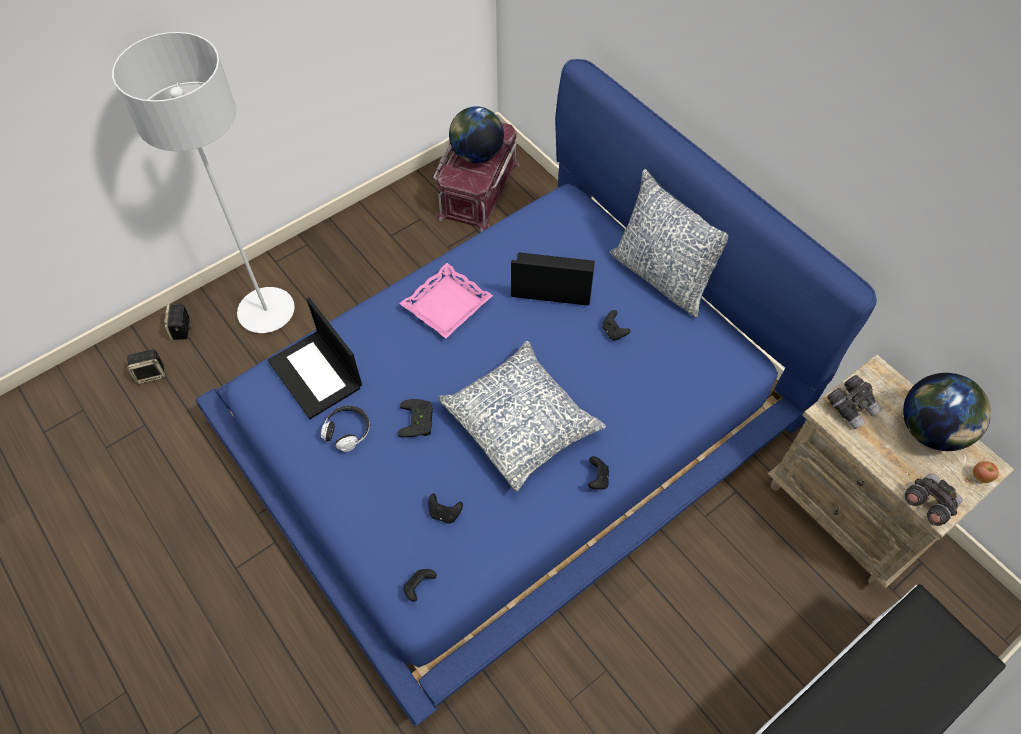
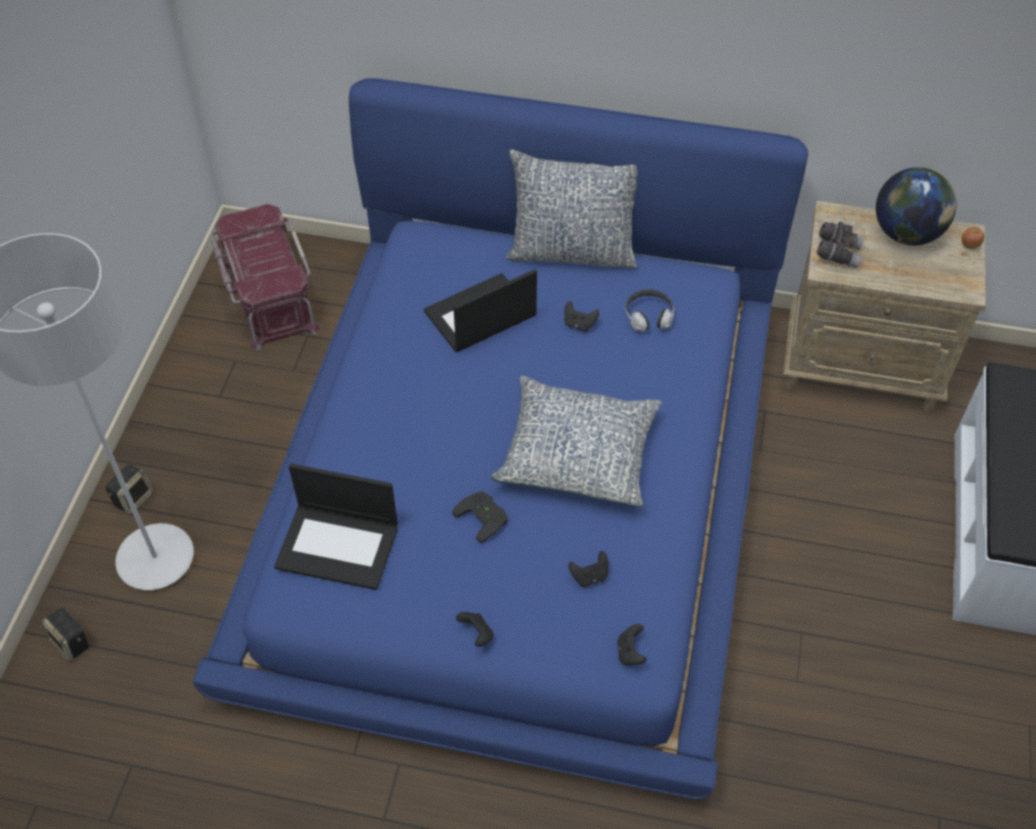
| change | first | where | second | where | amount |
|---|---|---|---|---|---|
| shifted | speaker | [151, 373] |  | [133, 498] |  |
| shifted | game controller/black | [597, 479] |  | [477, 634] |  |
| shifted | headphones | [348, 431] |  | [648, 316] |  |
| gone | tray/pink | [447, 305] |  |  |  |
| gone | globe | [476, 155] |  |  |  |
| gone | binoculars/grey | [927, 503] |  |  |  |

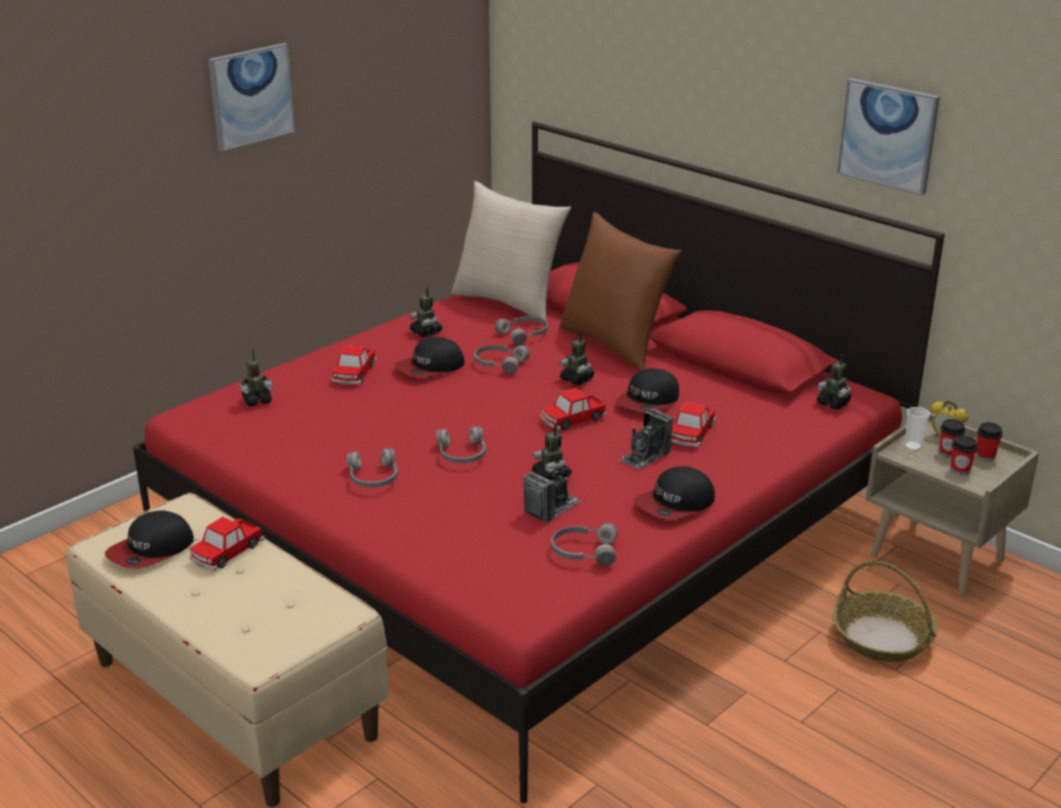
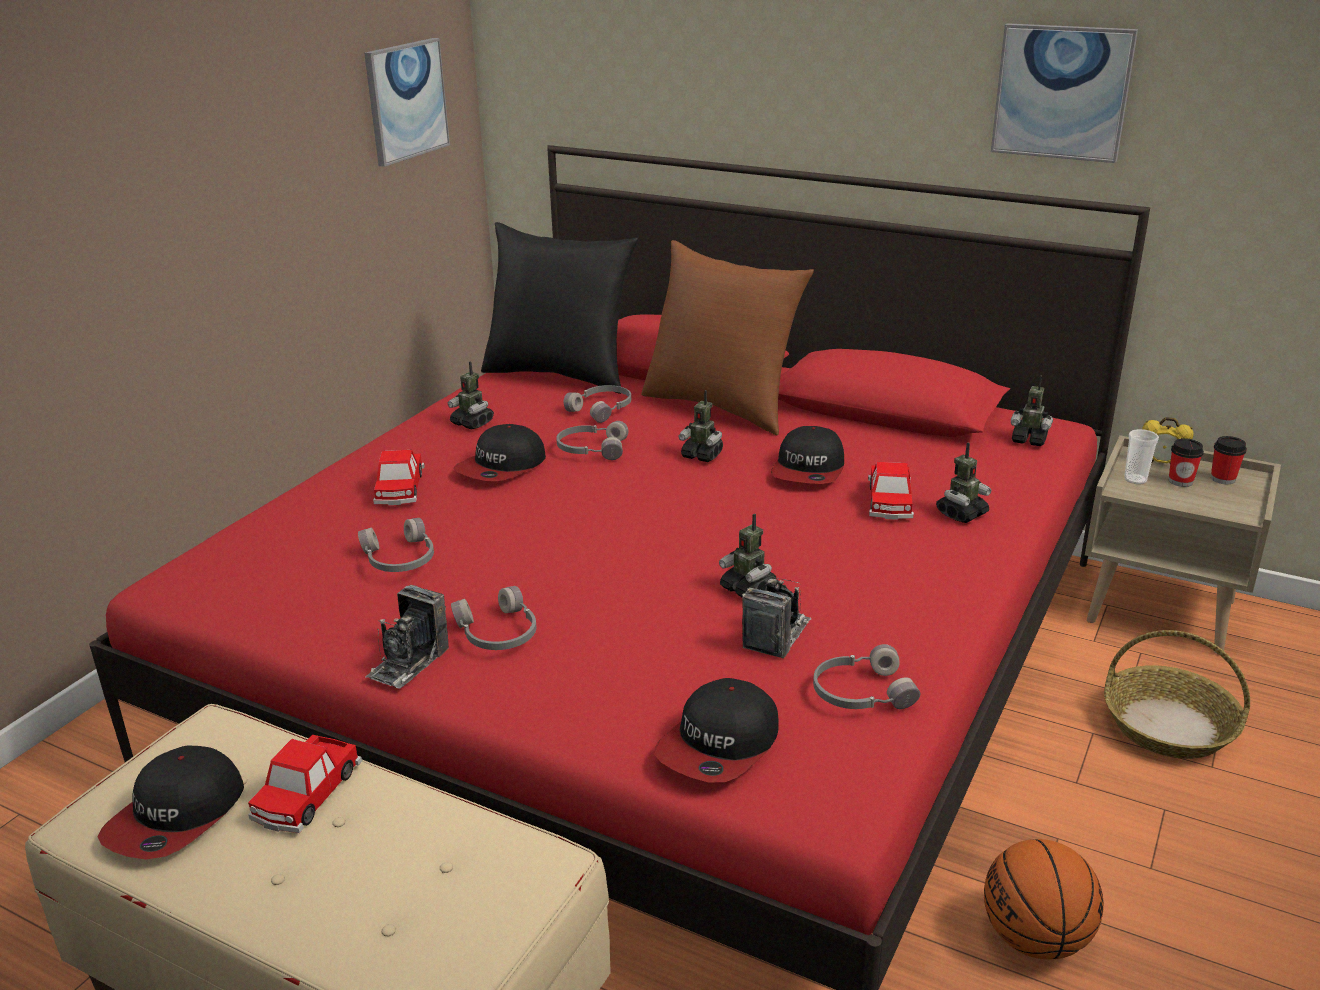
| change | first | where | second | where | amount |
|---|---|---|---|---|---|
| shifted | headphones/grey | [461, 454] |  | [399, 559] |  |
| shifted | picture | [251, 96] |  | [406, 101] |  |
| shifted | photo camera | [645, 456] |  | [409, 662] |  |
| repainted | pillow/beige | [509, 302] | pillow/black | [560, 374] |  |
| shifted | cap | [675, 504] |  | [719, 745] |  |
| shifted | toy robot | [257, 400] |  | [961, 514] |  |
| new |  |  | basketball | [1034, 938] |  |
| gone | toy car | [573, 419] |  |  |  |
| gone | cup | [960, 470] |  |  |  |

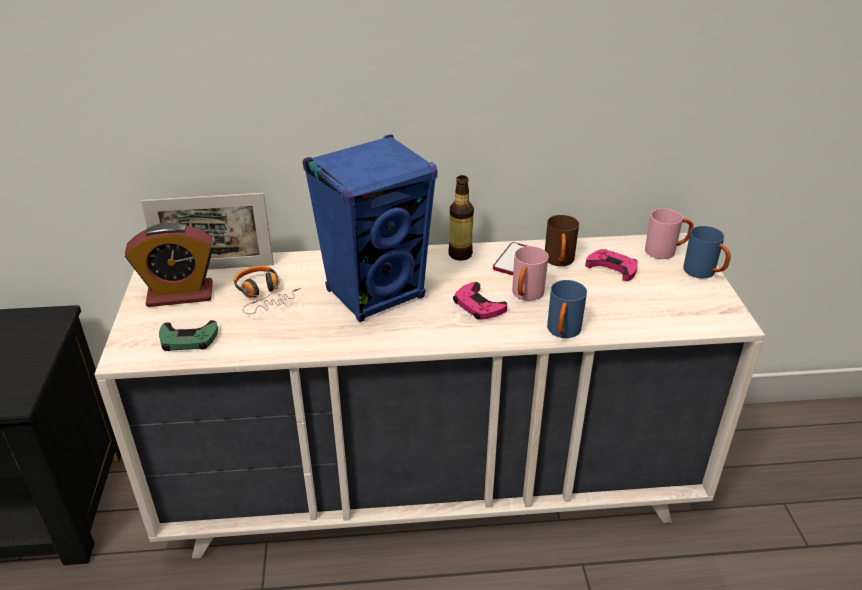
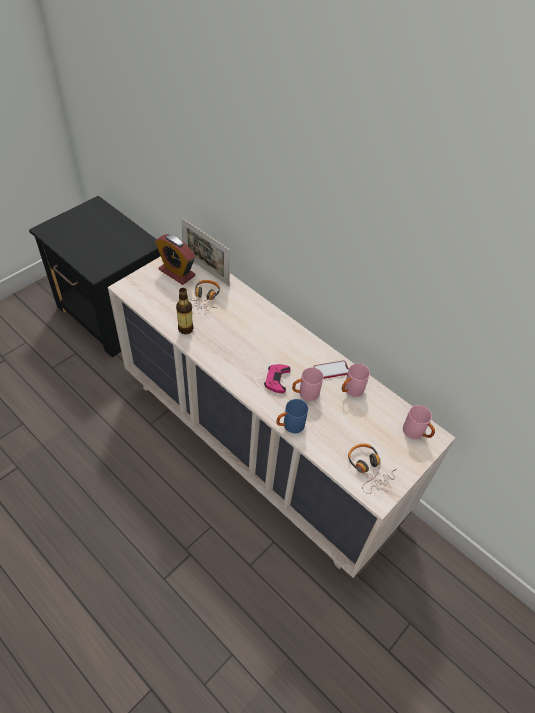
| change | first | where | second | where | amount |
|---|---|---|---|---|---|
| shifted | bottle | [460, 254] |  | [185, 329] |  |
| repainted | mug/brown | [559, 262] | mug/pink | [350, 391] |  |
| new |  |  | headphones | [368, 469] |  |
| gone | game controller/green | [188, 340] |  |  |  |
| gone | speaker/blue | [375, 294] |  |  |  |
| gone | game controller/pink | [612, 268] |  |  |  |
| gone | mug/blue | [704, 273] |  |  |  |

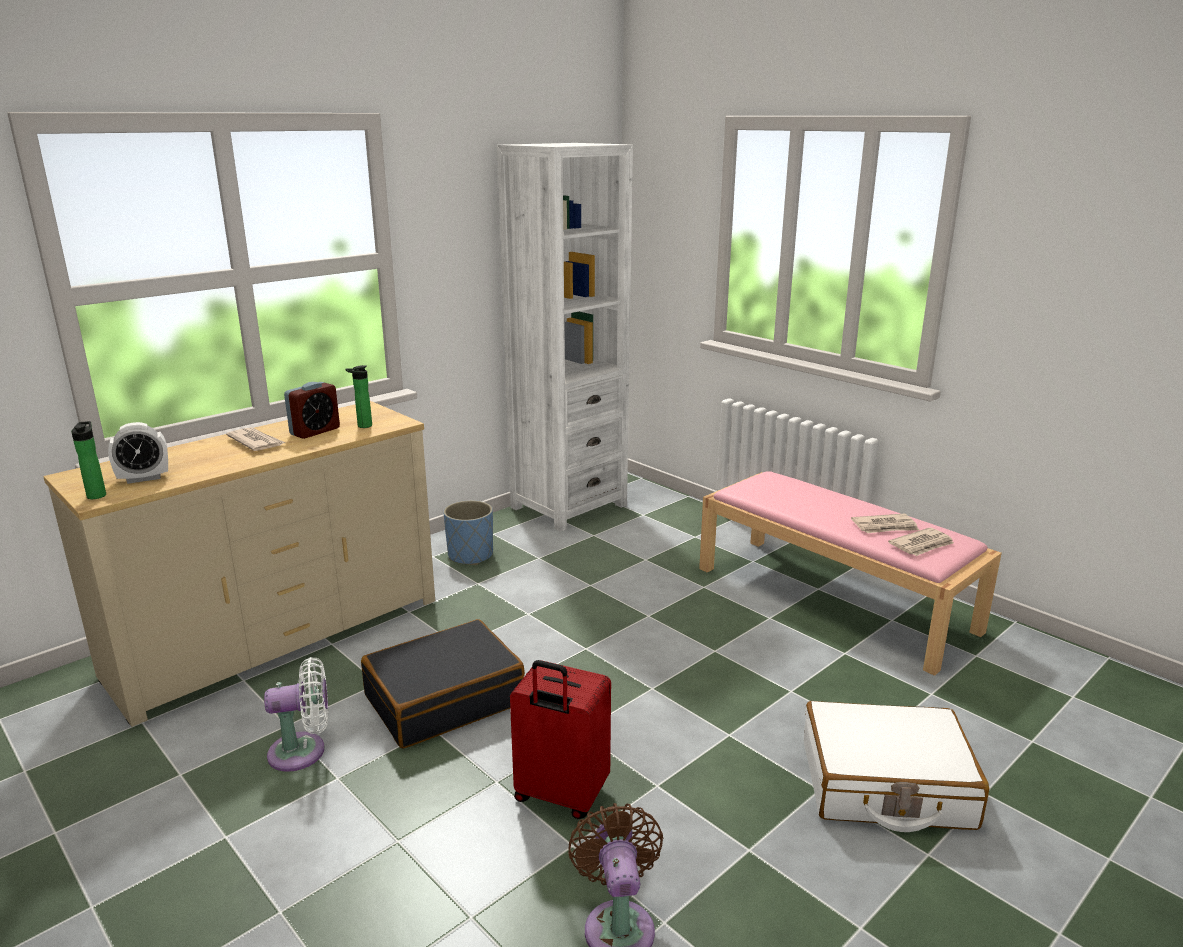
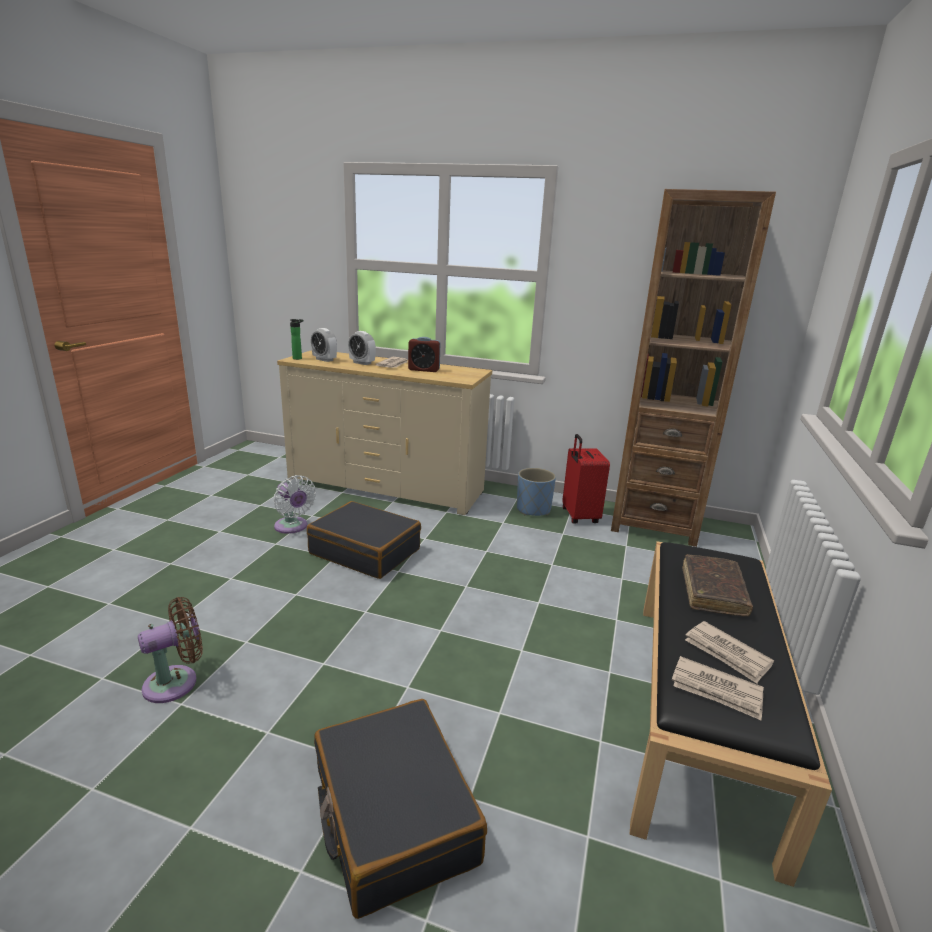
| change | first | where | second | where | amount |
|---|---|---|---|---|---|
| repainted | suitcase/white | [885, 785] | suitcase/black | [393, 815] |  |
| new |  |  | alarm clock | [362, 363] |  |
| shifted | suitcase/red | [560, 796] |  | [579, 516] |  |
| repainted | bookcase/white | [568, 506] | bookcase/brown | [653, 523] |  |
| repainted | bench/pink | [835, 599] | bench/black | [700, 713] |  |
| new |  |  | book/brown | [713, 592] |  |
| gone | bottle | [362, 426] |  |  |  |

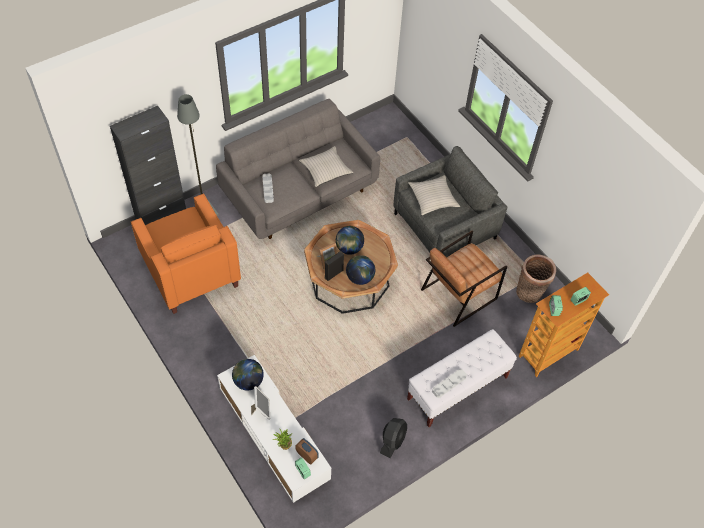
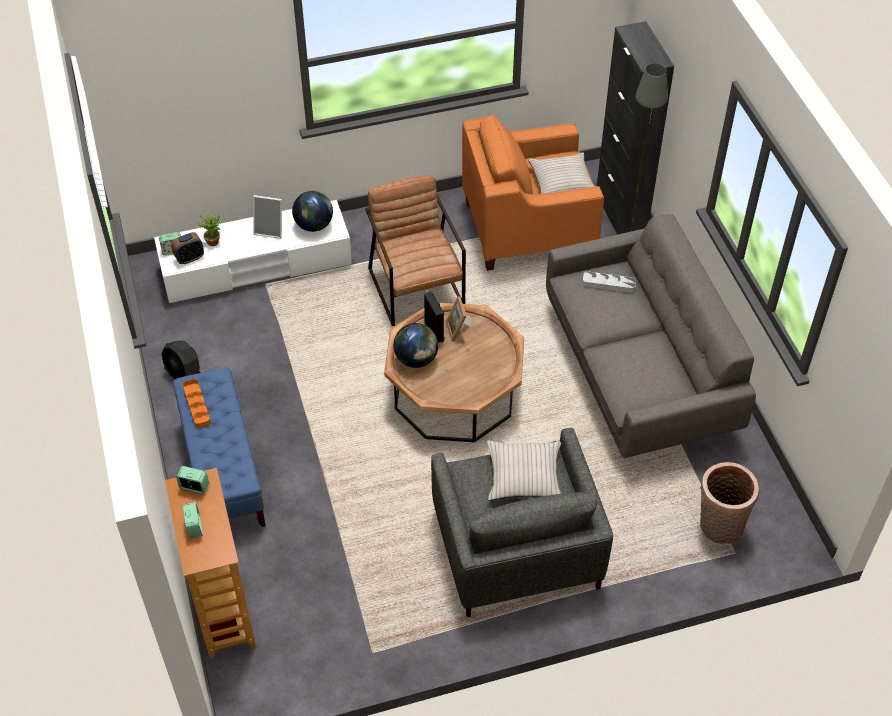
| change | first | where | second | where | amount |
|---|---|---|---|---|---|
| repainted | bench/white | [457, 388] | bench/blue | [223, 472] |  |
| repainted | tray/grey | [449, 384] | tray/orange | [197, 405] |  |
| shifted | armchair/brown | [458, 294] |  | [416, 287] |  |
| shifted | pillow/beige | [325, 170] |  | [562, 183] |  |
| shifted | basket | [530, 293] |  | [718, 527] |  |
| gone | globe | [349, 248] |  |  |  |

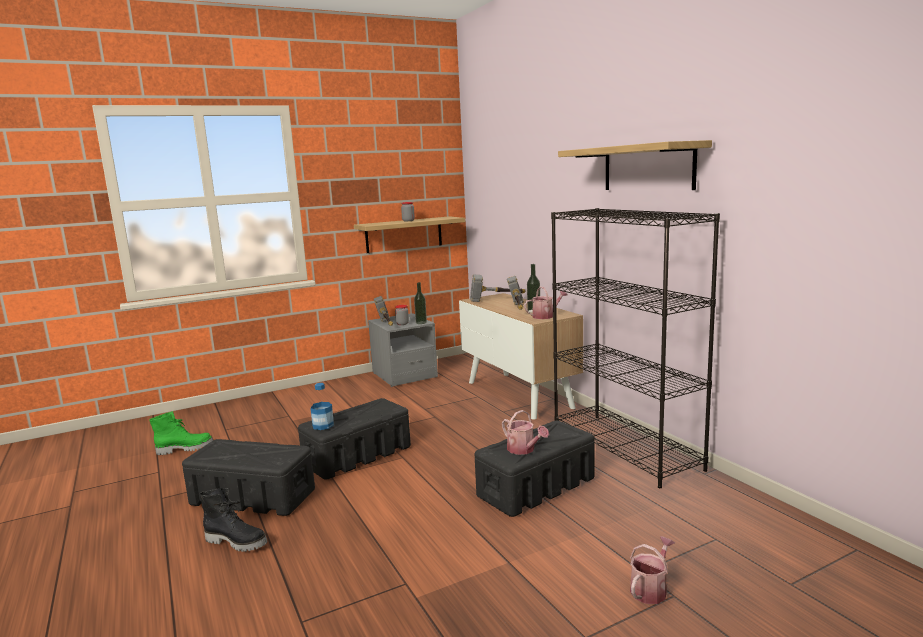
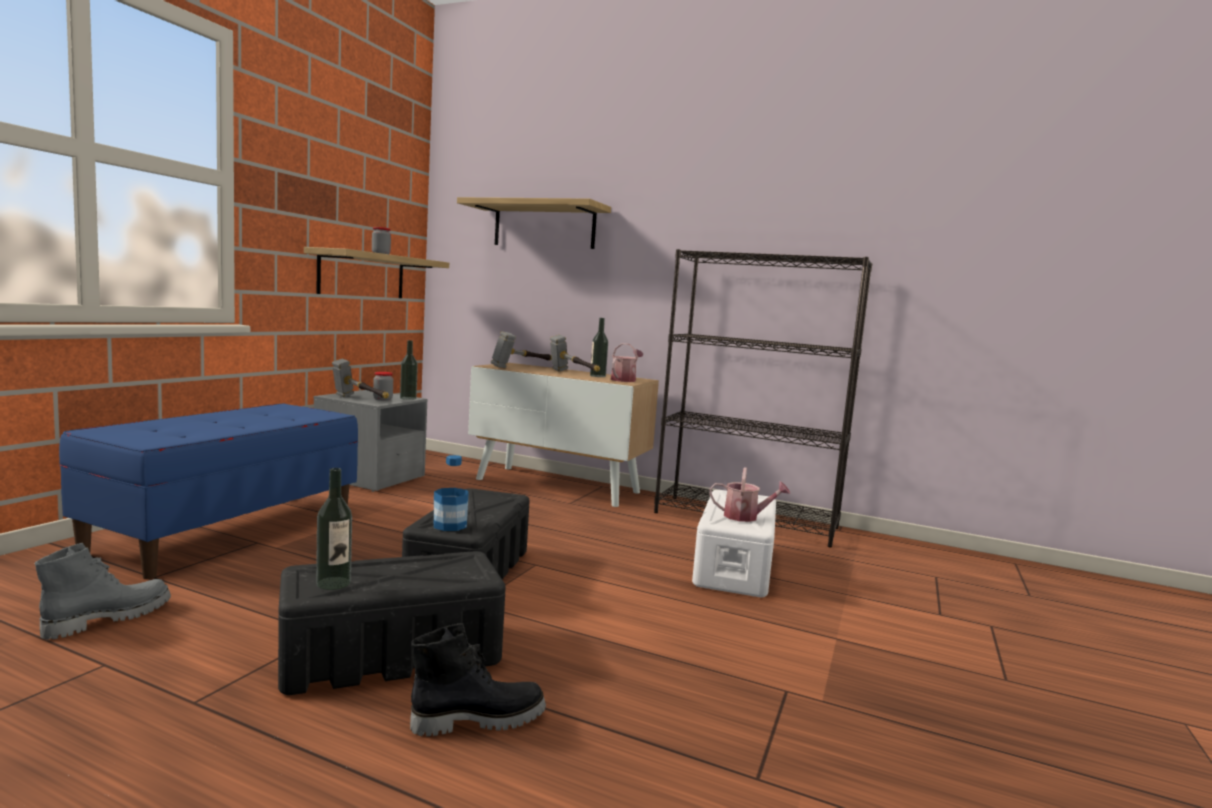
| change | first | where | second | where | amount |
|---|---|---|---|---|---|
| repainted | boot/green | [185, 448] | boot/grey | [108, 618] |  |
| new |  |  | bench/blue | [227, 531] |  |
| new |  |  | bottle | [333, 583] |  |
| shifted | shelf | [647, 167] |  | [544, 226] |  |
| repainted | storage box/black | [535, 487] | storage box/white | [734, 566] |  |
| gone | watering can | [650, 589] |  |  |  |

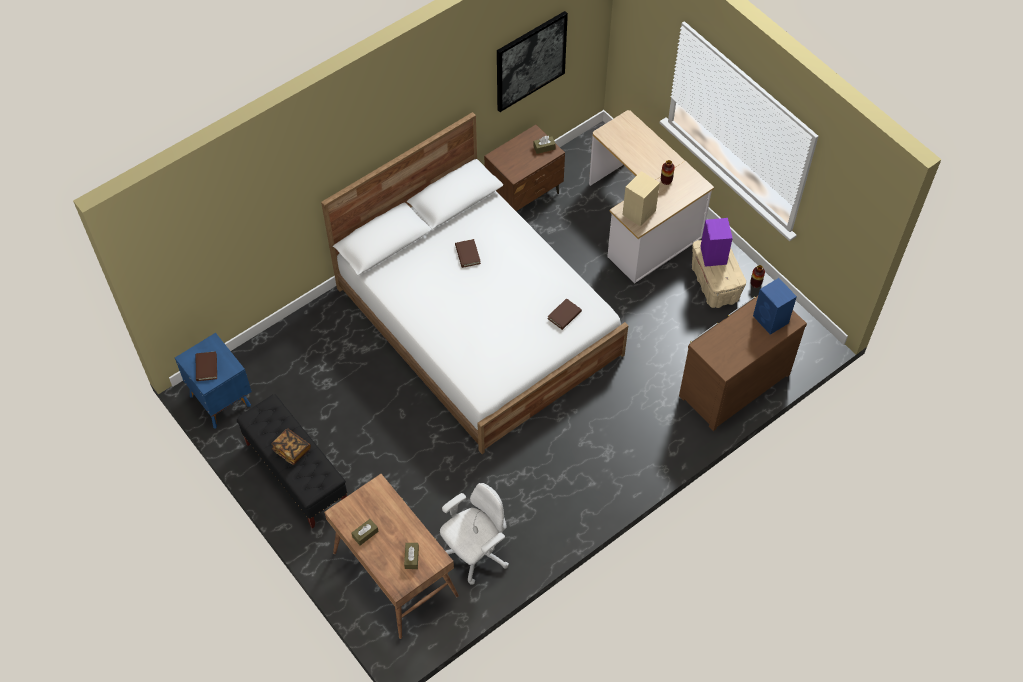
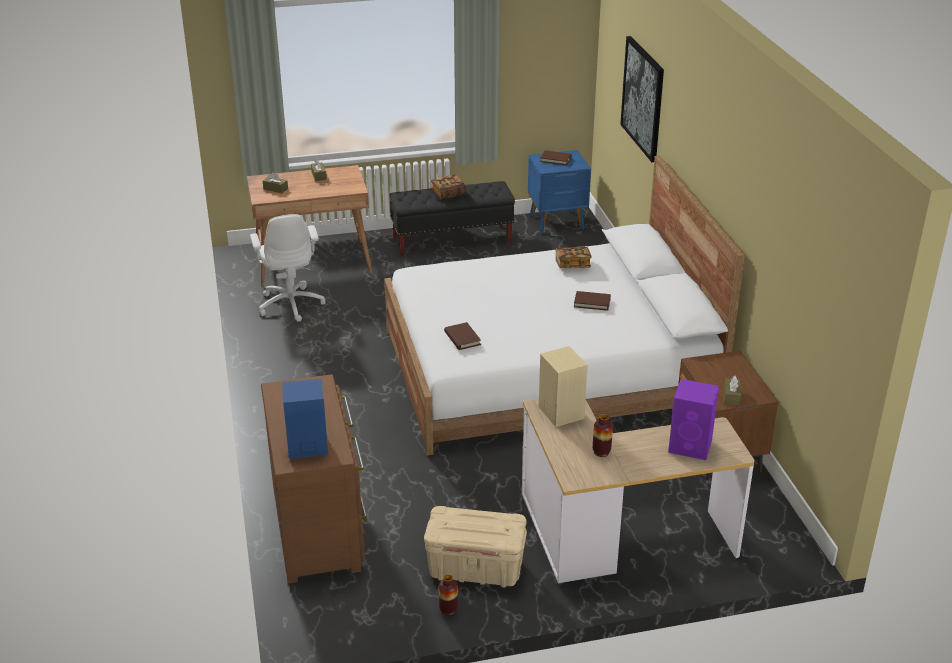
| change | first | where | second | where | amount |
|---|---|---|---|---|---|
| new |  |  | book | [572, 265] |  |
| shifted | picture | [530, 61] |  | [643, 98] |  |
| shifted | speaker/purple | [713, 254] |  | [691, 446] |  |

